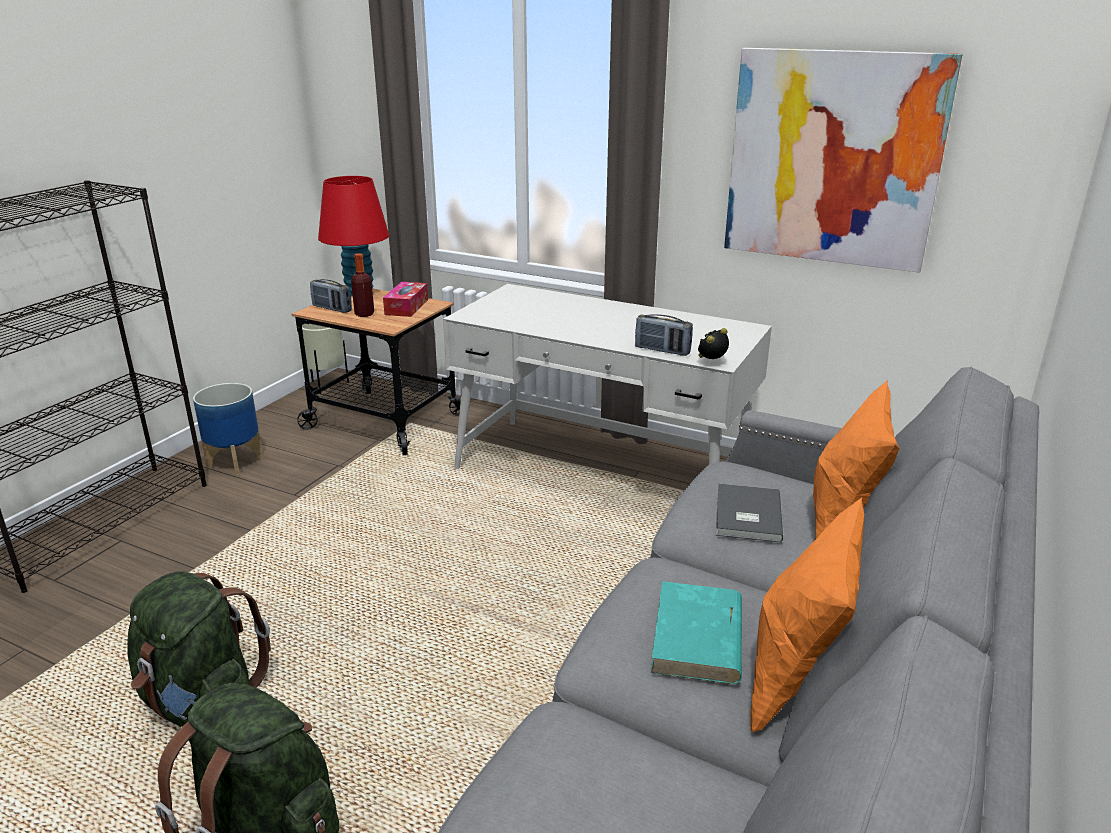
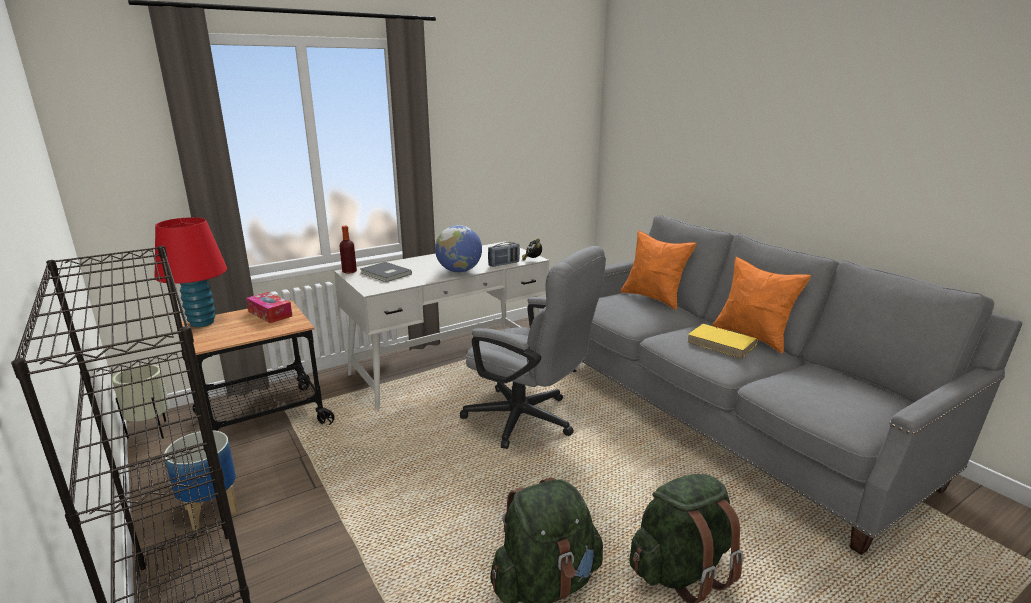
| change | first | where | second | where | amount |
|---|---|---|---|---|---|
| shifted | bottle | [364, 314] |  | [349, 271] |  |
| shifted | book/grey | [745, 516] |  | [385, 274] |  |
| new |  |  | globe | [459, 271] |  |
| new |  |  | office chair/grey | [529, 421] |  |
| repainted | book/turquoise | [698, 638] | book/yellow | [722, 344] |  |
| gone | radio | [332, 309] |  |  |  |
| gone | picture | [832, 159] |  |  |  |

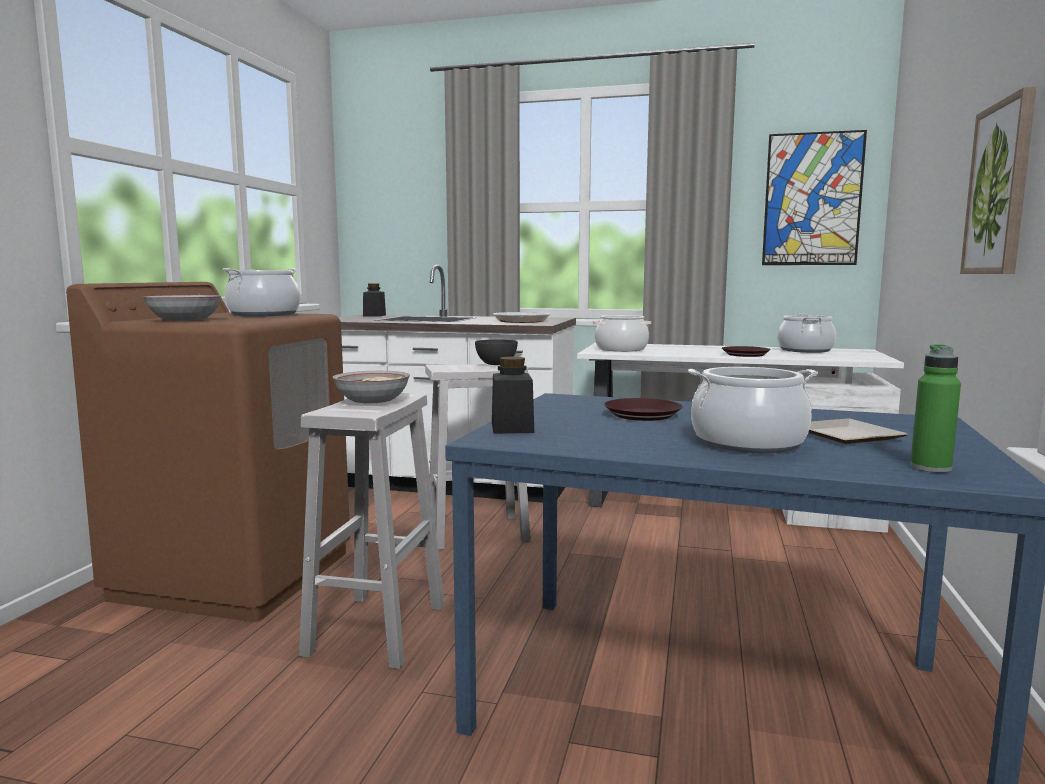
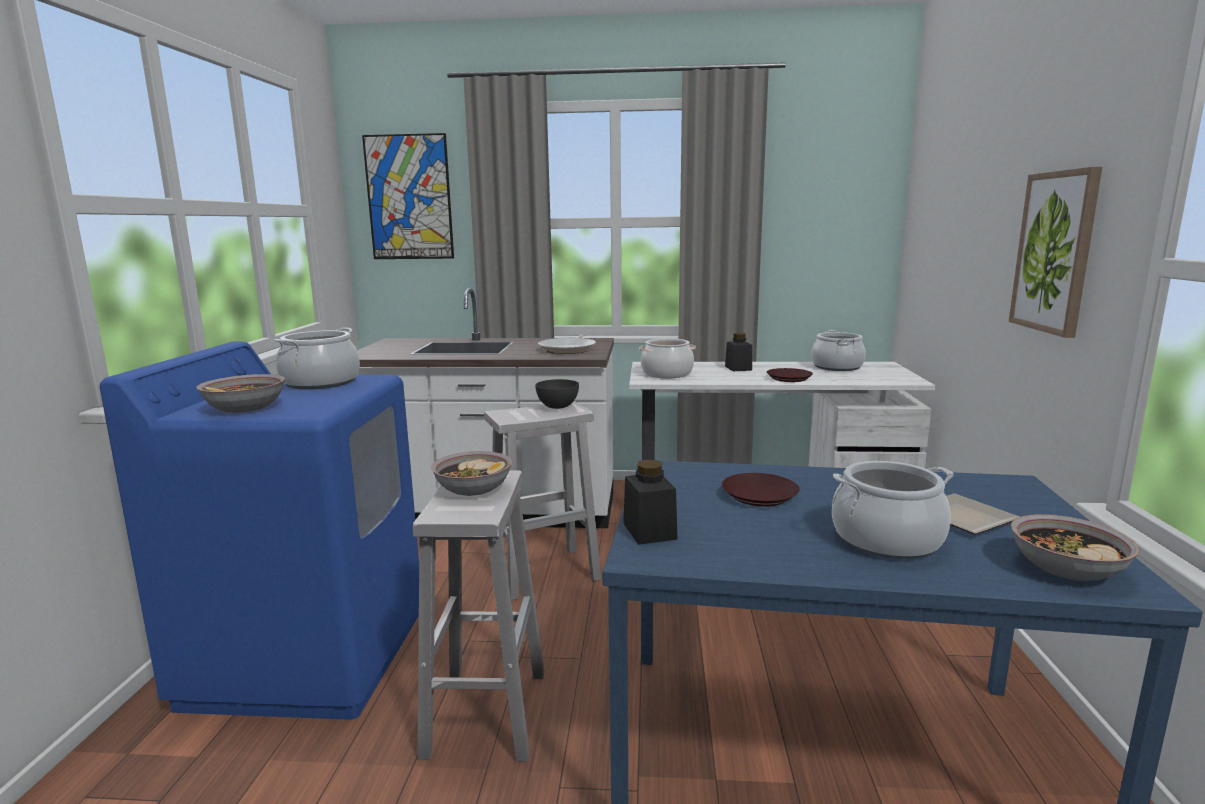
| change | first | where | second | where | amount |
|---|---|---|---|---|---|
| repainted | washing machine/brown | [235, 574] | washing machine/blue | [308, 656] |  |
| shifted | picture | [812, 199] |  | [409, 197] |  |
| shifted | jar/black | [374, 315] |  | [738, 368] |  |
| swapped | bottle/green | [930, 468] | bowl | [1066, 569] |  |

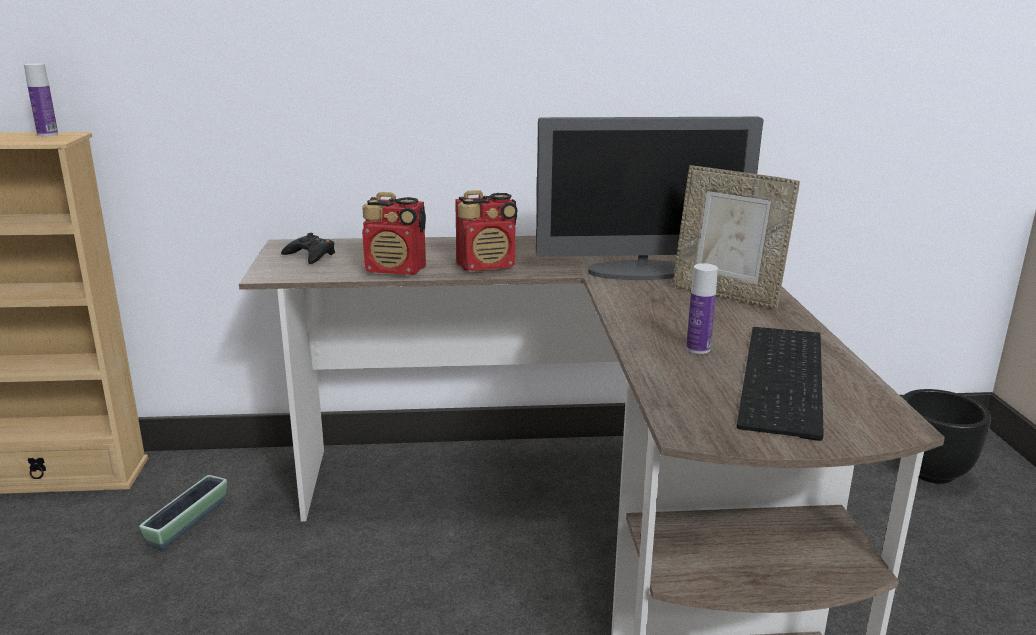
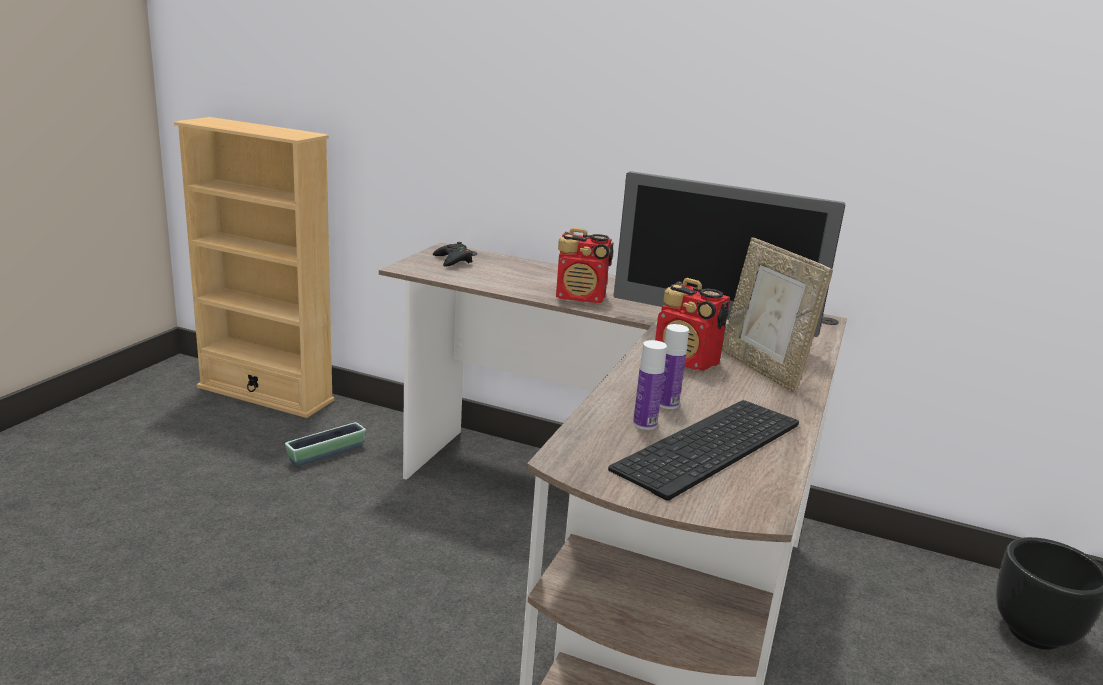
| change | first | where | second | where | amount |
|---|---|---|---|---|---|
| shifted | bottle | [47, 134] |  | [644, 424] |  |
| shifted | radio | [396, 270] |  | [686, 361] |  |

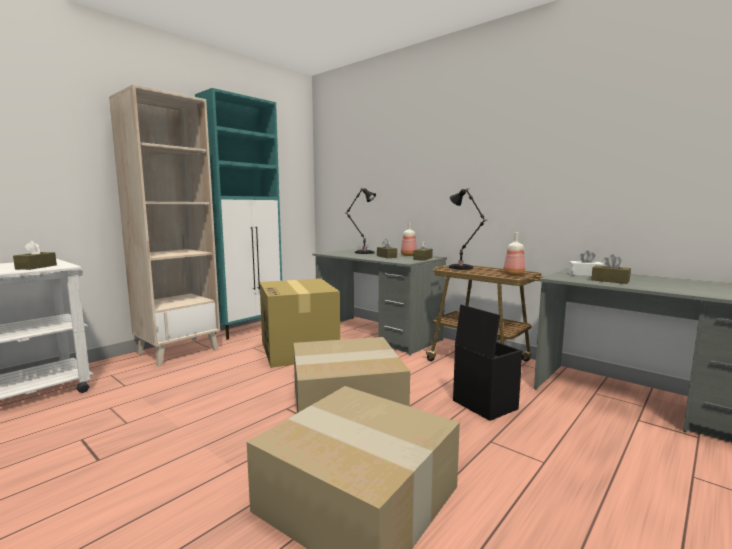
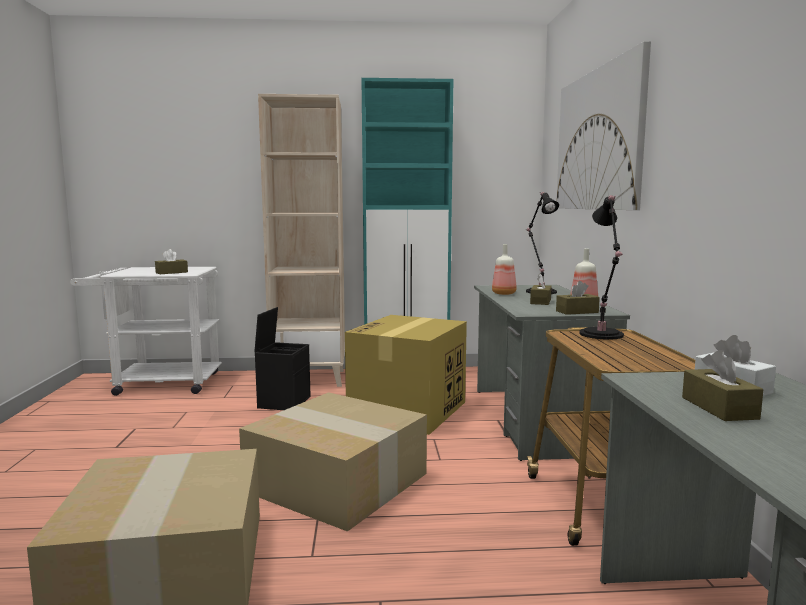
| change | first | where | second | where | amount |
|---|---|---|---|---|---|
| shifted | storage box/black | [483, 404] |  | [284, 402] |  |
| shifted | bottle | [513, 274] |  | [503, 293] |  |
| new |  |  | picture | [598, 140] |  |

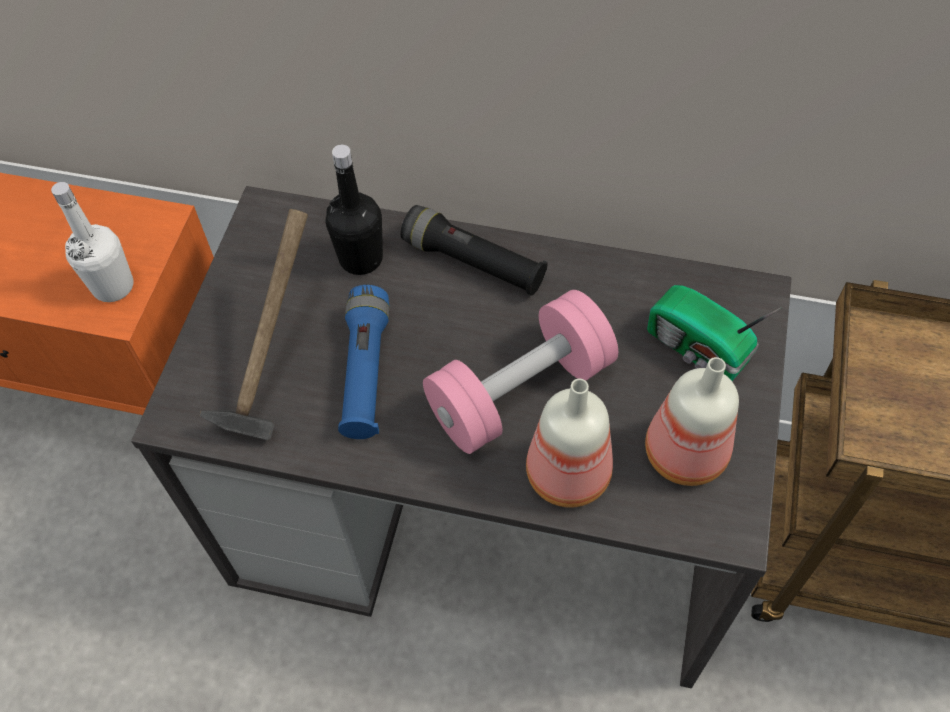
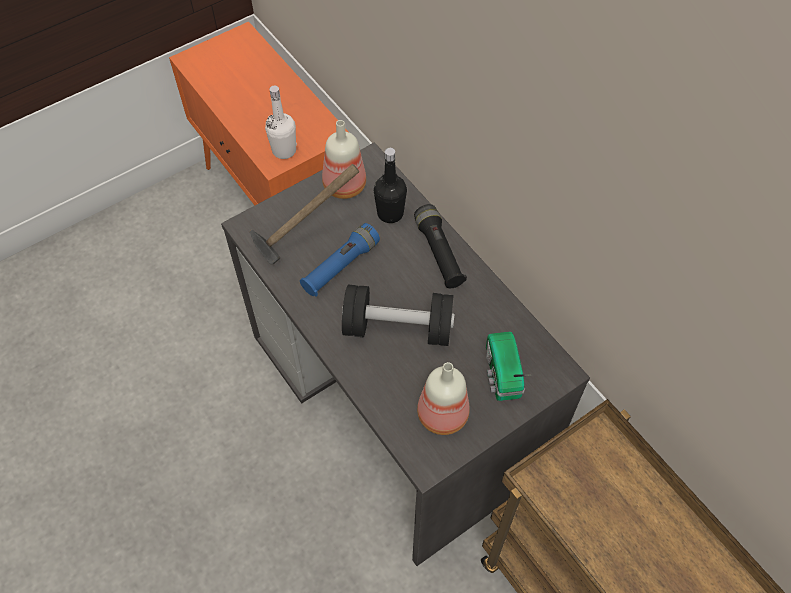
| change | first | where | second | where | amount |
|---|---|---|---|---|---|
| shifted | bottle | [570, 476] |  | [344, 186] |  |
| repainted | dumbbell/pink | [520, 391] | dumbbell/black | [398, 328] |  |

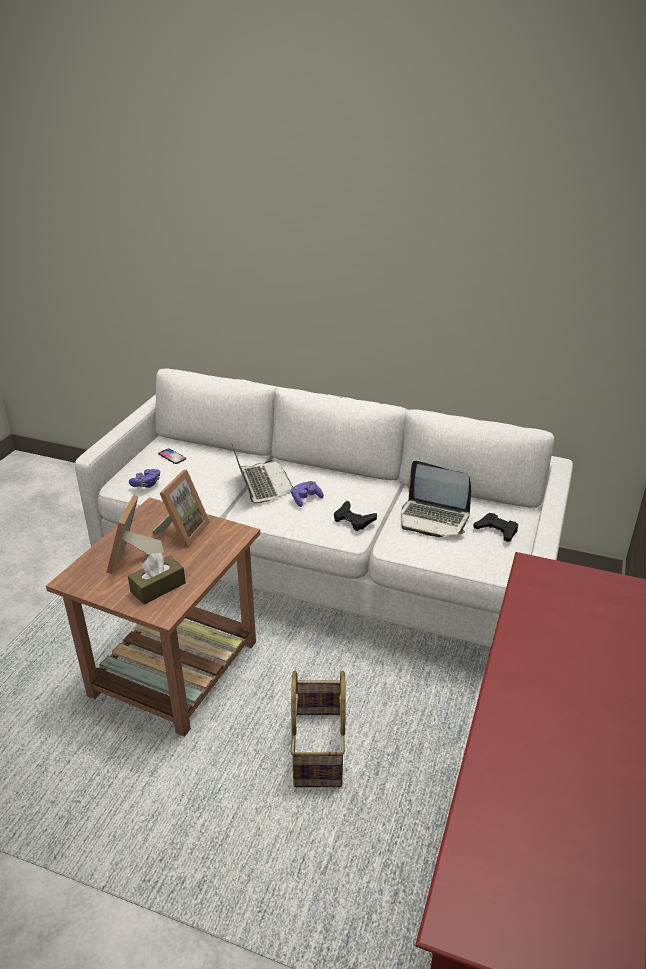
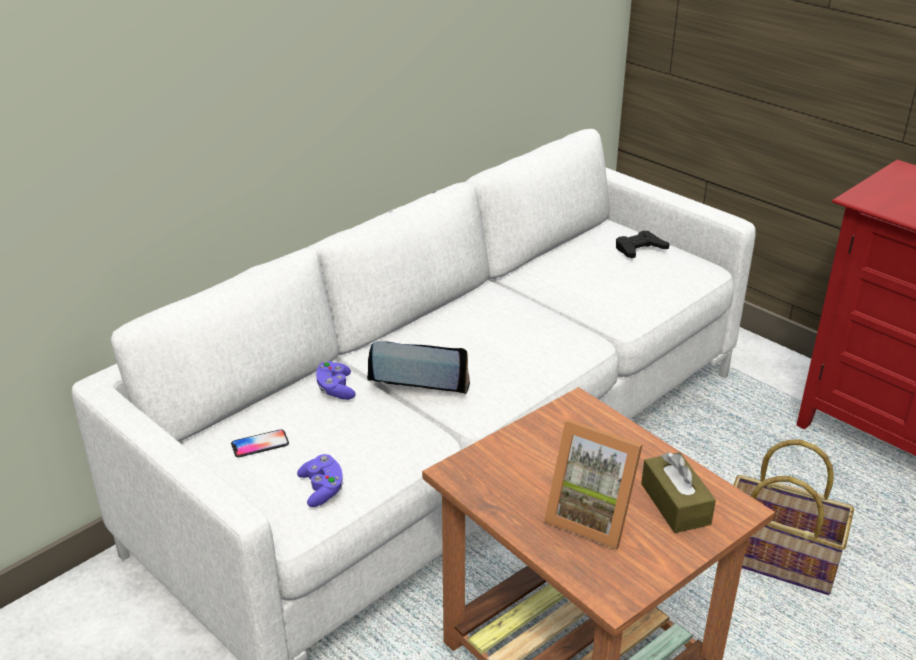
| change | first | where | second | where | amount |
|---|---|---|---|---|---|
| shifted | game controller/purple | [306, 499] |  | [335, 389] |  |
| gone | picture frame | [183, 531] |  |  |  |
| gone | game controller/black | [353, 520] |  |  |  |
| gone | laptop | [433, 518] |  |  |  |

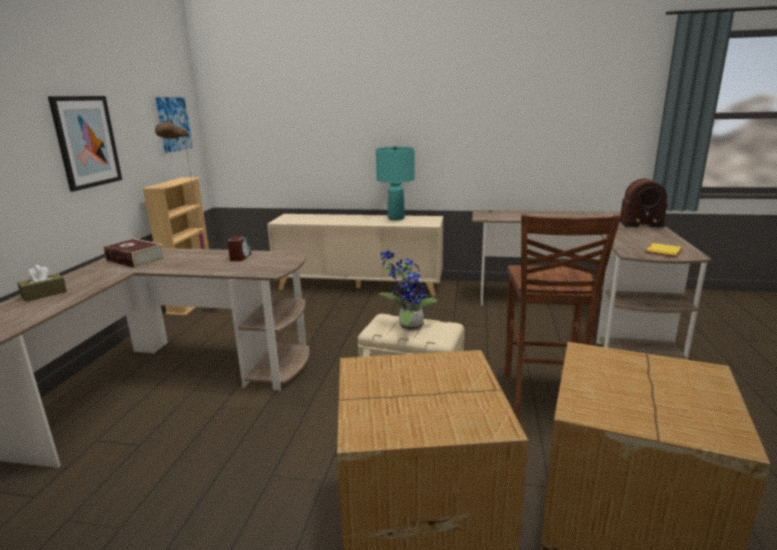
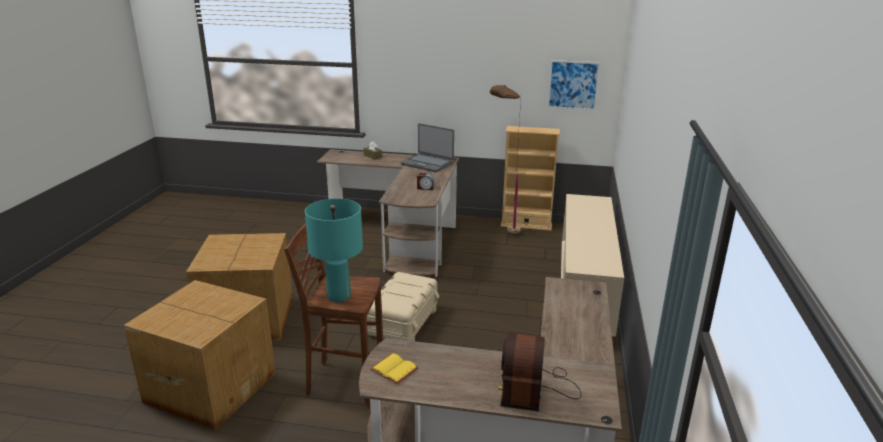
| change | first | where | second | where | amount |
|---|---|---|---|---|---|
| shifted | table lamp/turquoise | [396, 218] |  | [338, 296] |  |
| swapped | book | [136, 260] | laptop | [427, 163] |  |
| gone | picture | [86, 142] |  |  |  |
| gone | potted plant | [408, 326] |  |  |  |

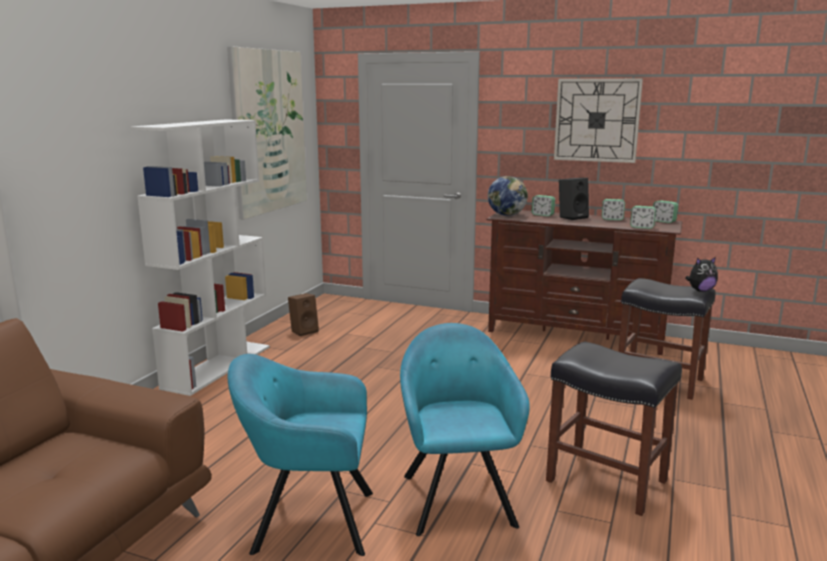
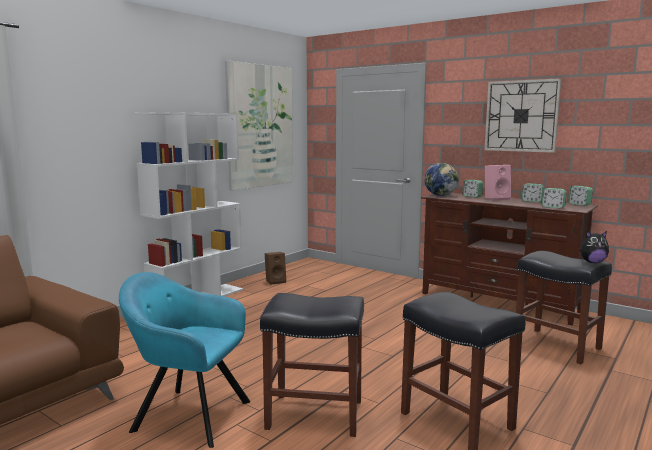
| change | first | where | second | where | amount |
|---|---|---|---|---|---|
| swapped | armchair/turquoise | [457, 496] | stool/black | [316, 414] |  |
| repainted | speaker/black | [572, 217] | speaker/pink | [496, 198] |  |

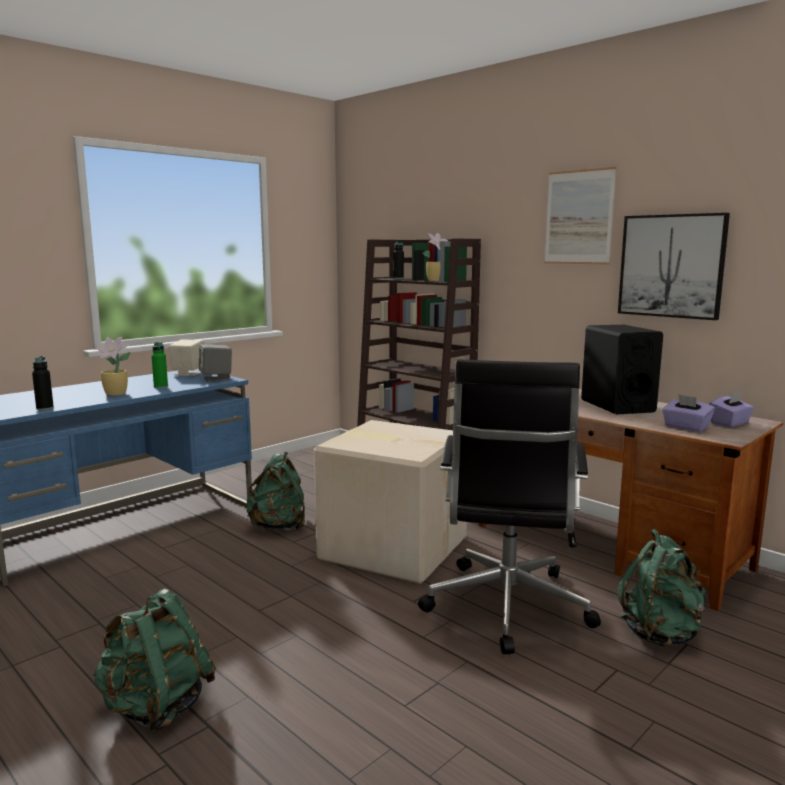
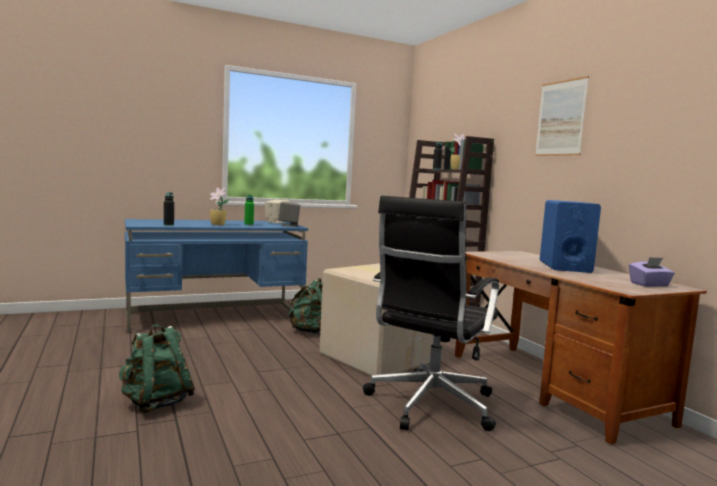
| change | first | where | second | where | amount |
|---|---|---|---|---|---|
| repainted | speaker/black | [617, 406] | speaker/blue | [564, 267] |  |
| gone | backpack/green | [661, 633] |  |  |  |
| gone | picture | [671, 266] |  |  |  |
| gone | tissue box/purple | [686, 427] |  |  |  |

